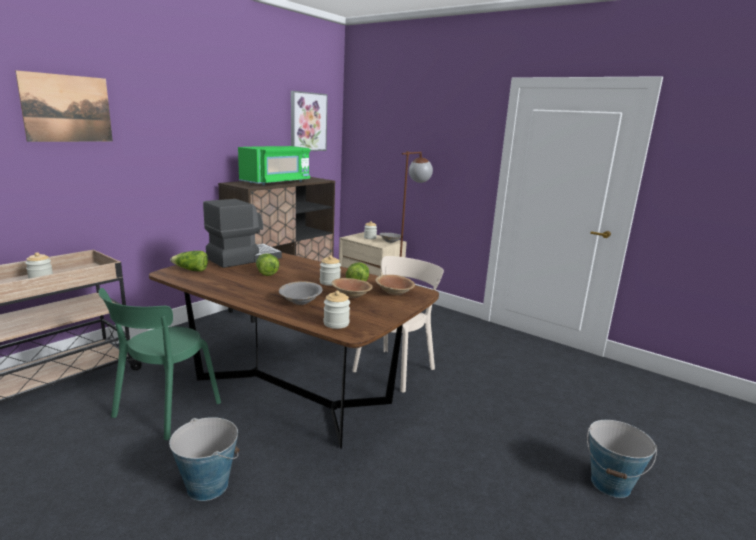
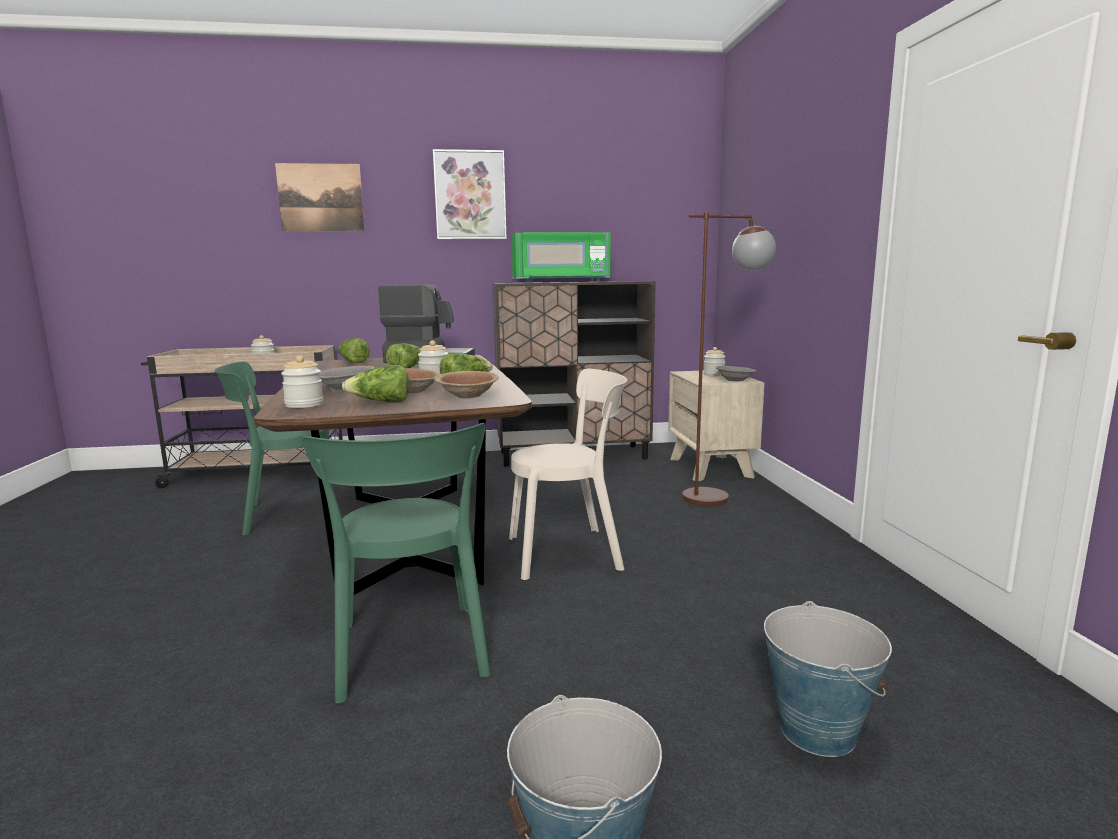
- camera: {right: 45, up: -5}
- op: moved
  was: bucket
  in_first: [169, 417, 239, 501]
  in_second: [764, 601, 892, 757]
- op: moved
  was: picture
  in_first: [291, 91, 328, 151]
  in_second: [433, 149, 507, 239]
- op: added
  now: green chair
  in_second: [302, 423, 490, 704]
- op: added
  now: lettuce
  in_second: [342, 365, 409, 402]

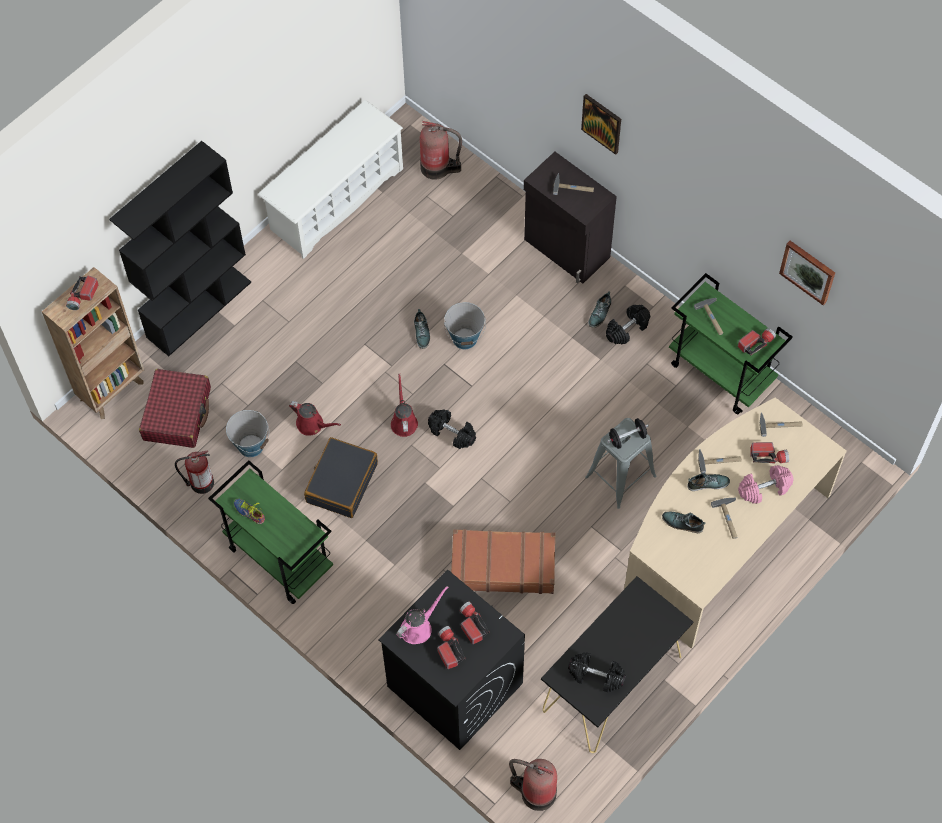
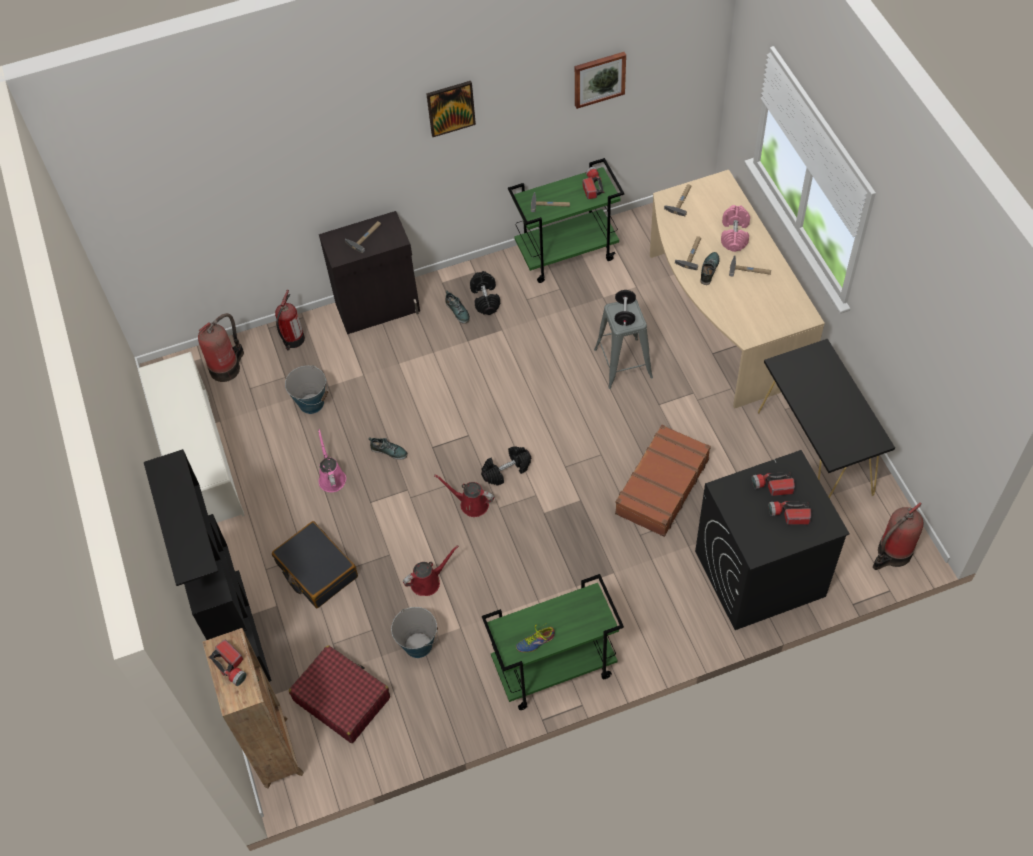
- camera: {right: -60, up: -5}
- op: moved
  was: fire extinguisher
  in_first: [175, 450, 214, 494]
  in_second: [275, 290, 305, 351]
- op: moved
  was: black suitcase
  in_first: [304, 437, 378, 518]
  in_second: [272, 521, 358, 608]
- op: moved
  was: pink watering can
  in_first: [396, 586, 448, 644]
  in_second: [318, 429, 346, 492]
- op: moved
  was: bucket
  in_first: [444, 302, 486, 349]
  in_second: [285, 365, 328, 414]
- op: removed
  was: black dumbbell
  in_first: [568, 652, 626, 692]
- op: moved
  was: picture
  in_first: [581, 94, 621, 155]
  in_second: [426, 81, 476, 137]
- op: removed
  was: shoe
  in_first: [662, 512, 705, 533]
- op: removed
  was: flashlight
  in_first: [751, 442, 789, 464]

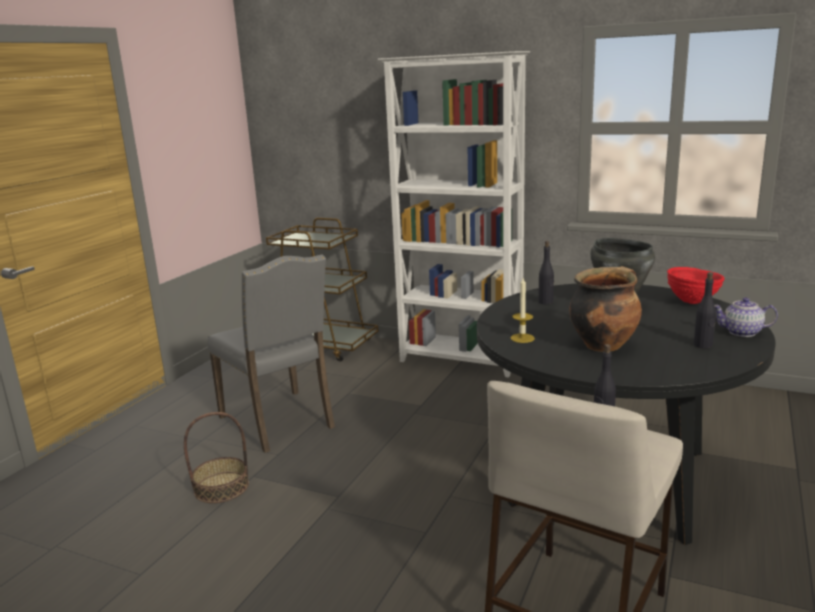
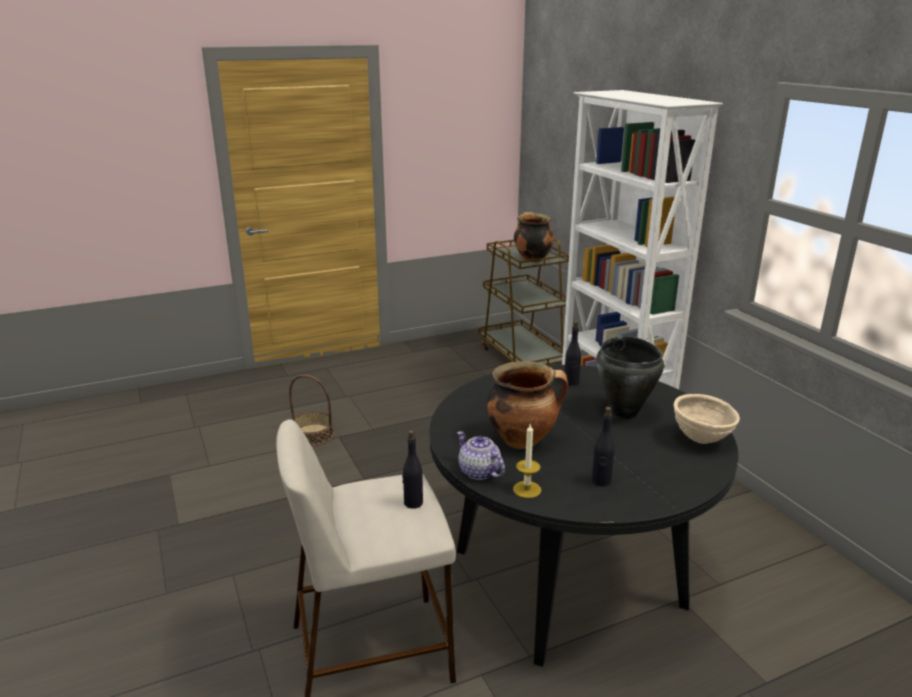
- camera: {right: 40, up: 5}
- op: removed
  was: grey chair
  in_first: [207, 254, 335, 453]
- op: moved
  was: candle
  in_first: [510, 278, 535, 343]
  in_second: [513, 424, 541, 498]
- op: recoloured
  was: red bowl
  now: beige bowl
  in_first: [667, 267, 724, 304]
  in_second: [674, 394, 740, 444]
- op: moved
  was: teapot
  in_first: [715, 297, 778, 337]
  in_second: [457, 431, 505, 480]
- op: added
  now: cooking pot
  in_second: [514, 212, 554, 262]

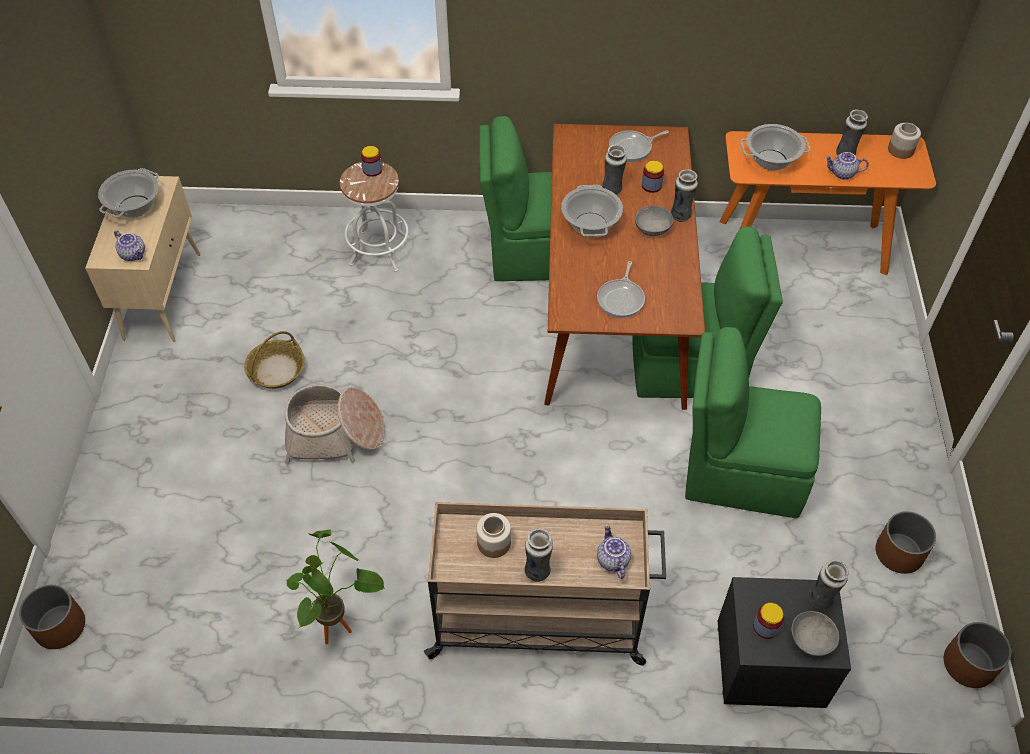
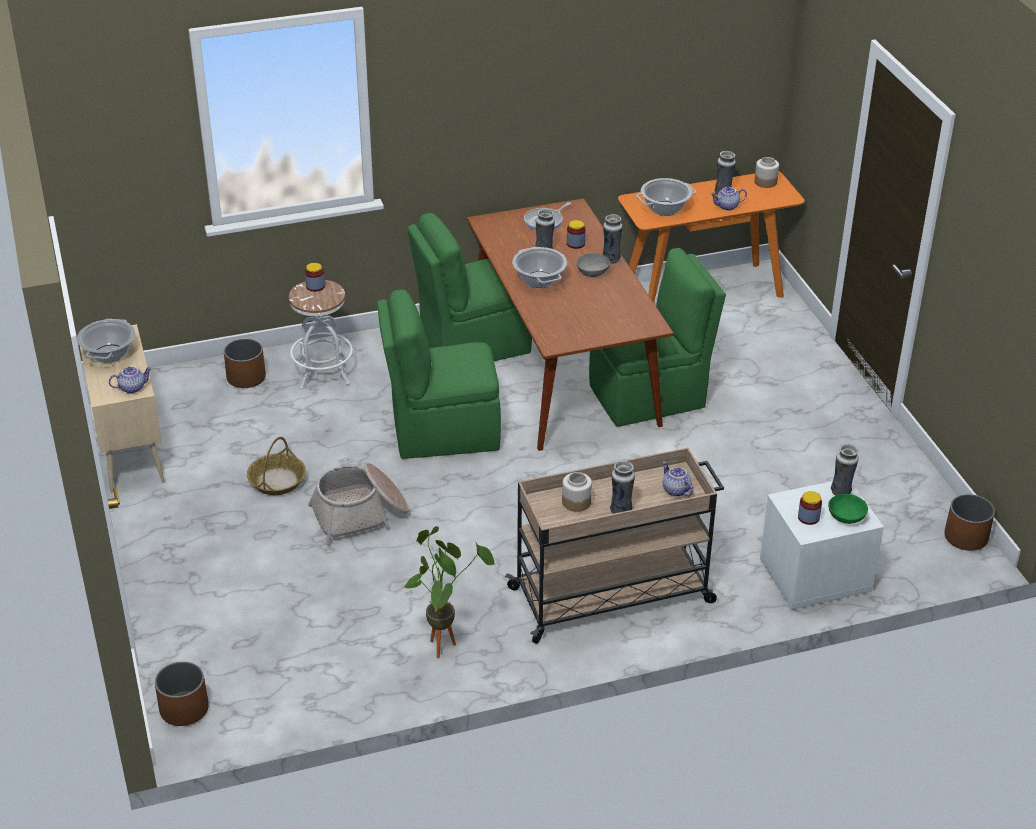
- camera: {right: -20, up: -15}
- op: turned
  was: teapot
  in_first: [114, 230, 145, 261]
  in_second: [109, 366, 152, 393]
  clockwise: -45
- op: removed
  was: frying pan
  in_first: [597, 261, 645, 318]
- op: moved
  was: green chair
  in_first: [685, 327, 821, 518]
  in_second: [377, 289, 501, 459]
- op: recoloured
  was: black nightstand
  now: white nightstand
  in_first: [717, 577, 851, 708]
  in_second: [760, 481, 884, 610]
- op: recoloured
  was: grey bowl
  now: green bowl
  in_first: [791, 611, 839, 656]
  in_second: [828, 494, 868, 524]
- op: moved
  was: brown planter
  in_first: [876, 511, 936, 574]
  in_second: [224, 339, 266, 388]

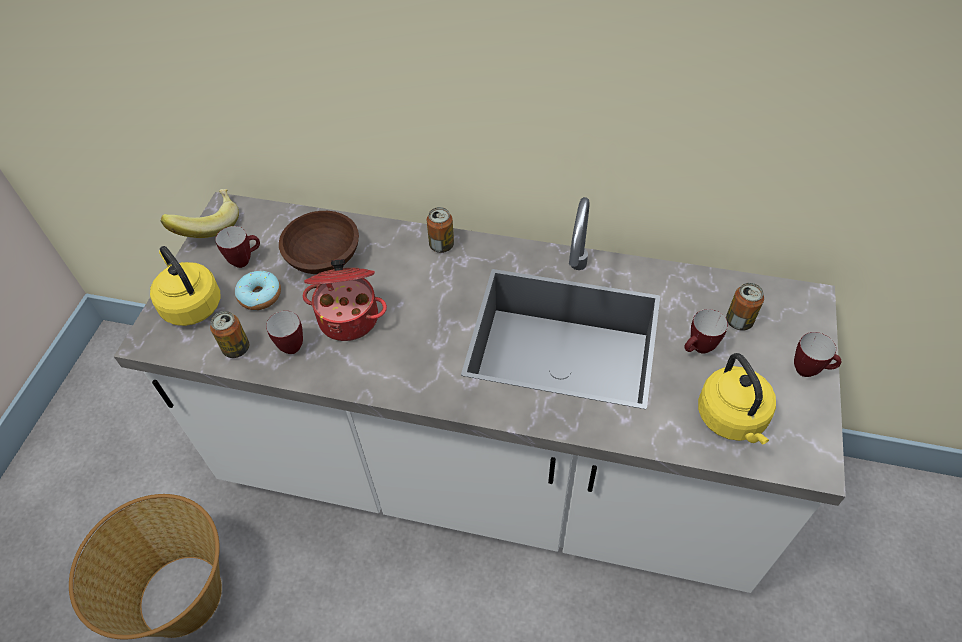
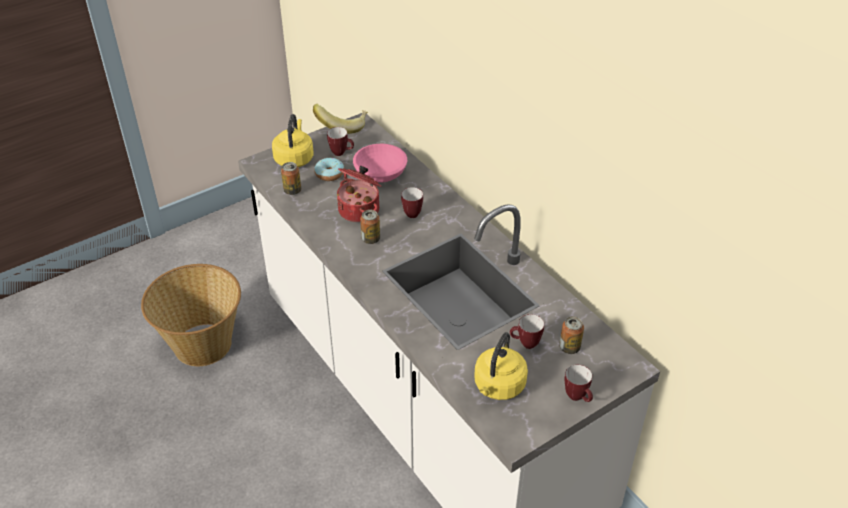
- camera: {right: 40, up: -10}
- op: moved
  was: mug
  in_first: [266, 311, 303, 354]
  in_second: [401, 187, 423, 218]
- op: recoloured
  was: brown bowl
  now: pink bowl
  in_first: [279, 211, 359, 274]
  in_second: [353, 144, 407, 183]
- op: moved
  was: can
  in_first: [427, 207, 454, 253]
  in_second: [360, 209, 380, 244]

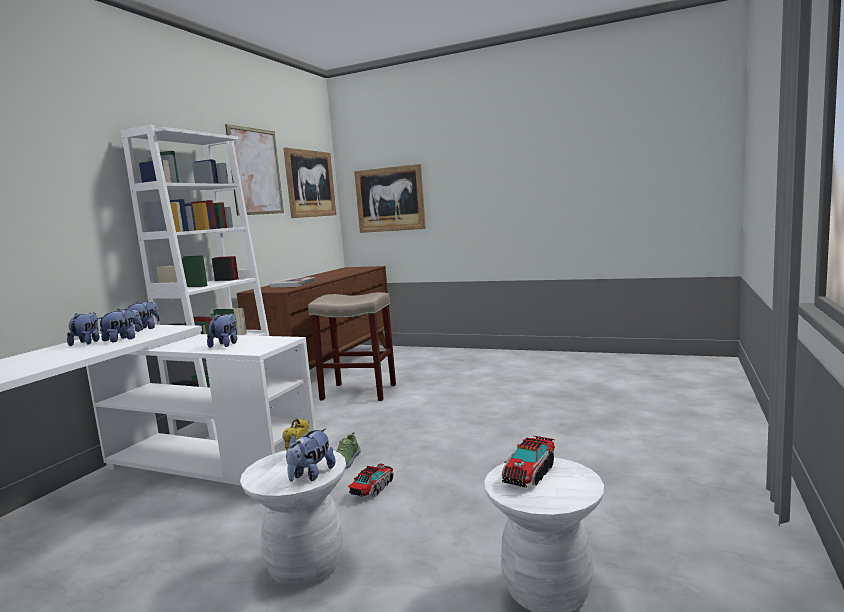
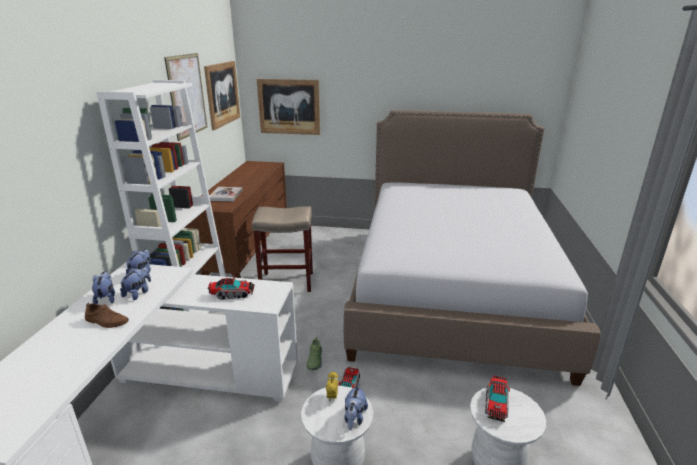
- camera: {right: -15, up: 15}
- op: replaced
  was: plush toy
  now: toy truck
  in_first: [207, 313, 237, 348]
  in_second: [207, 277, 255, 300]
- op: added
  now: brown shoe
  in_second: [85, 303, 129, 328]
- op: added
  now: bed
  in_second: [344, 110, 601, 386]

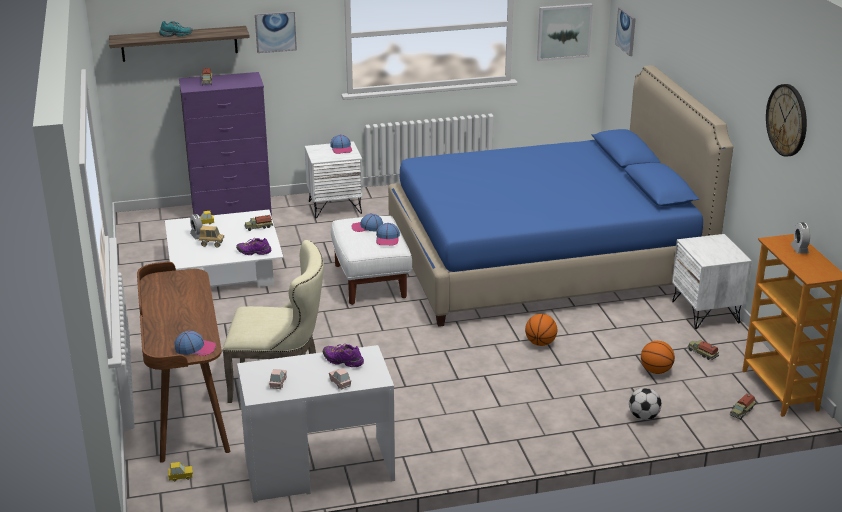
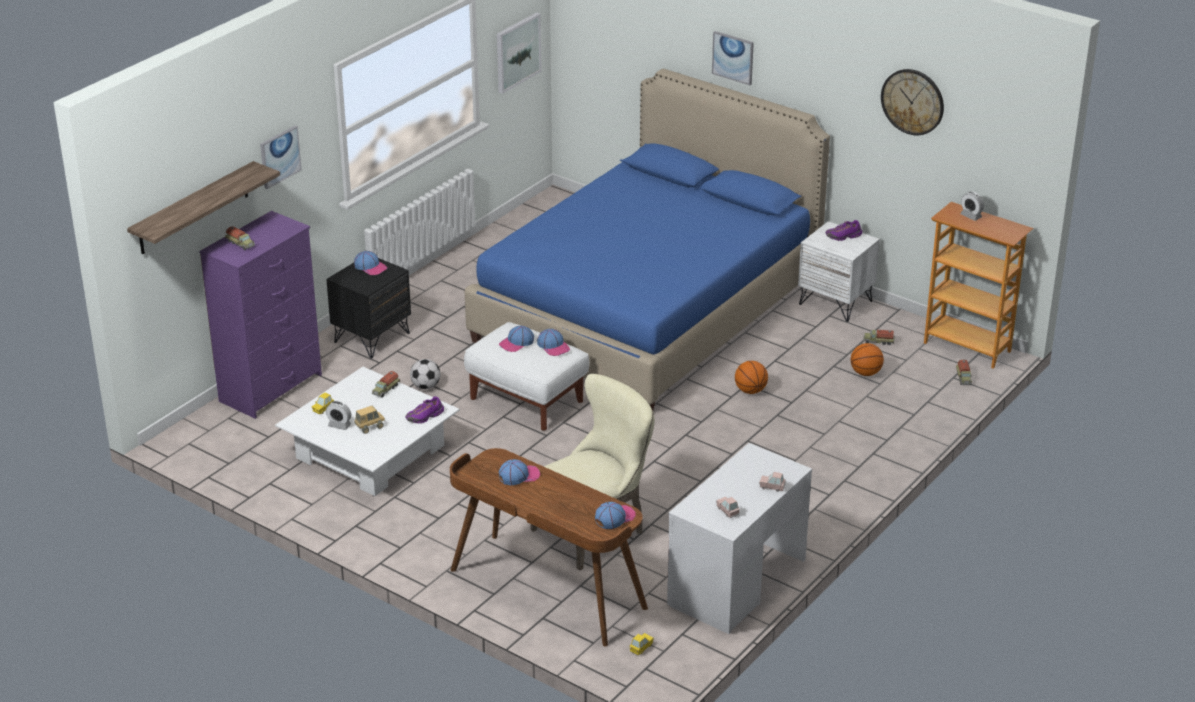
- camera: {right: -40, up: 5}
- op: removed
  was: turquoise shoe
  in_first: [159, 21, 193, 37]
- op: recoloured
  was: white nightstand
  now: black nightstand
  in_first: [305, 141, 363, 219]
  in_second: [326, 258, 411, 358]
- op: moved
  was: purple shoe
  in_first: [323, 344, 364, 367]
  in_second: [826, 220, 862, 241]
- op: moved
  was: picture
  in_first: [615, 7, 636, 56]
  in_second: [712, 31, 754, 85]
- op: moved
  was: football
  in_first: [629, 388, 662, 420]
  in_second: [410, 359, 441, 389]
- op: added
  now: cap
  in_second: [499, 459, 541, 486]

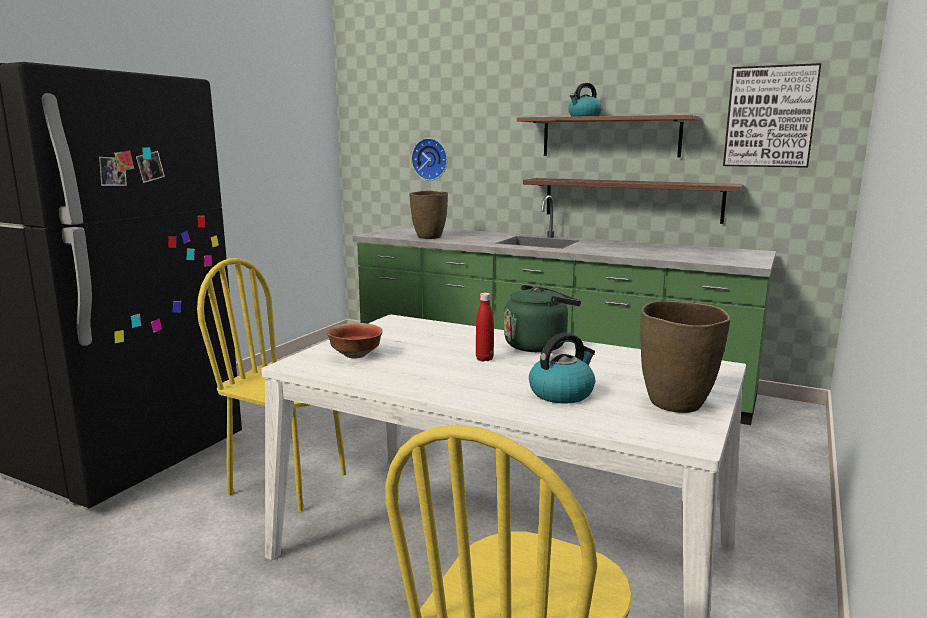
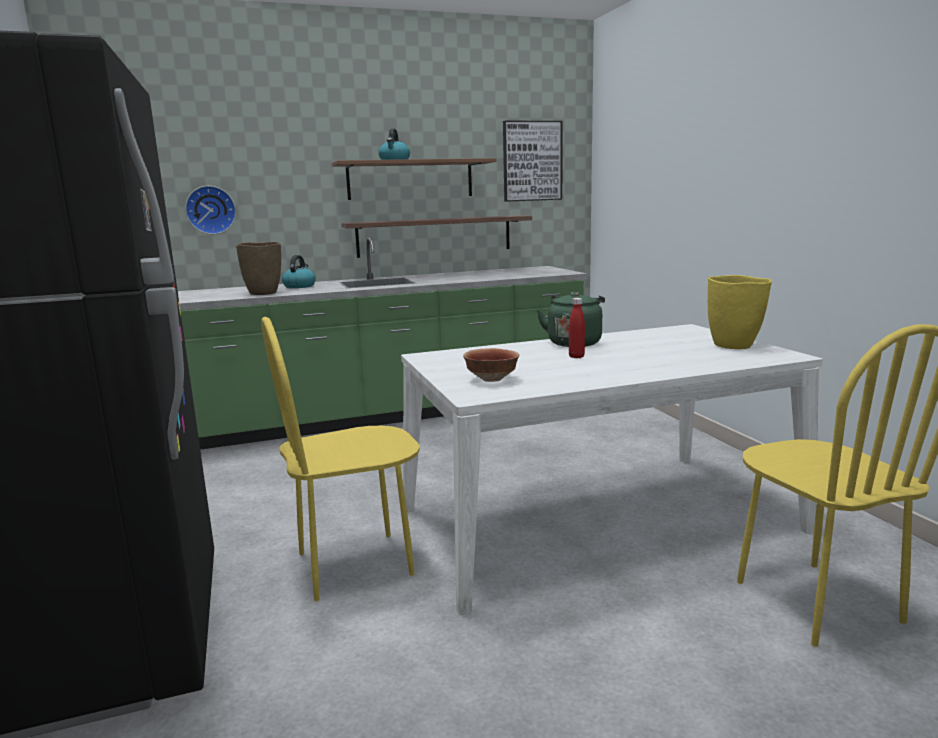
- camera: {right: -45, up: 0}
- op: moved
  was: kettle
  in_first: [529, 333, 595, 403]
  in_second: [282, 255, 316, 288]
- op: recoloured
  was: brown vase
  now: yellow vase
  in_first: [640, 301, 730, 413]
  in_second: [708, 275, 772, 349]

